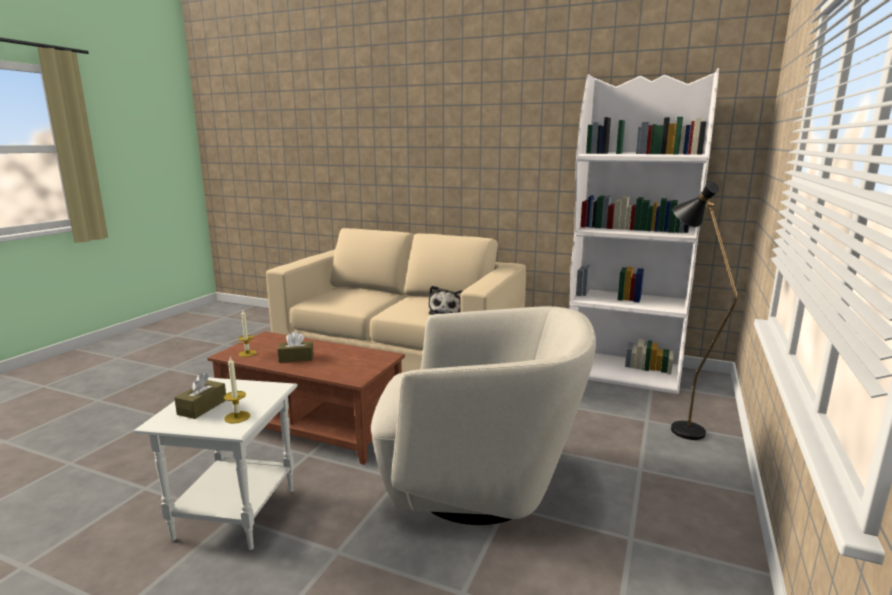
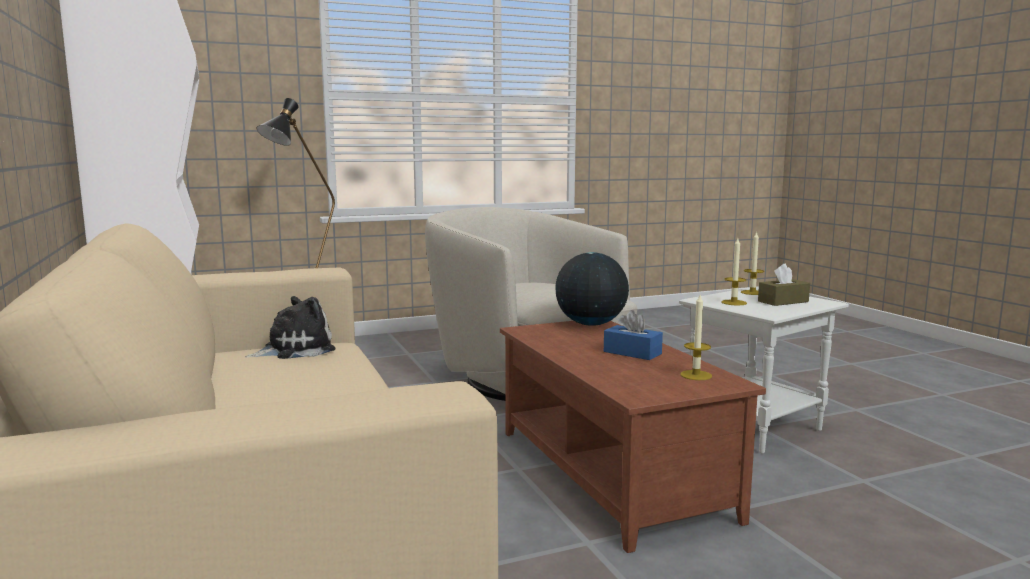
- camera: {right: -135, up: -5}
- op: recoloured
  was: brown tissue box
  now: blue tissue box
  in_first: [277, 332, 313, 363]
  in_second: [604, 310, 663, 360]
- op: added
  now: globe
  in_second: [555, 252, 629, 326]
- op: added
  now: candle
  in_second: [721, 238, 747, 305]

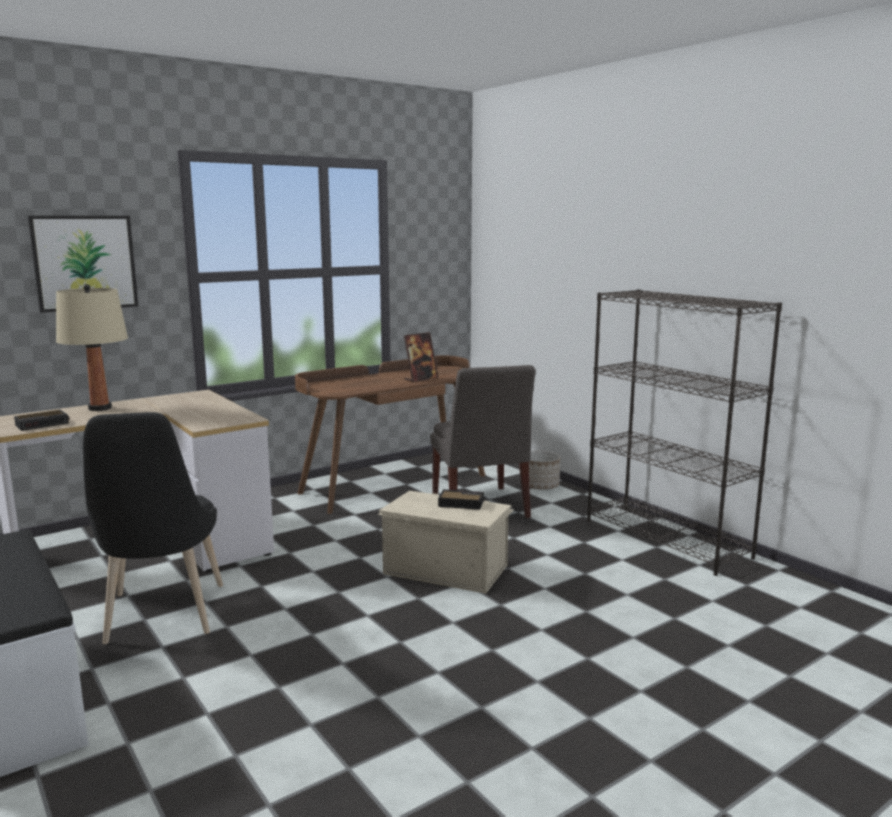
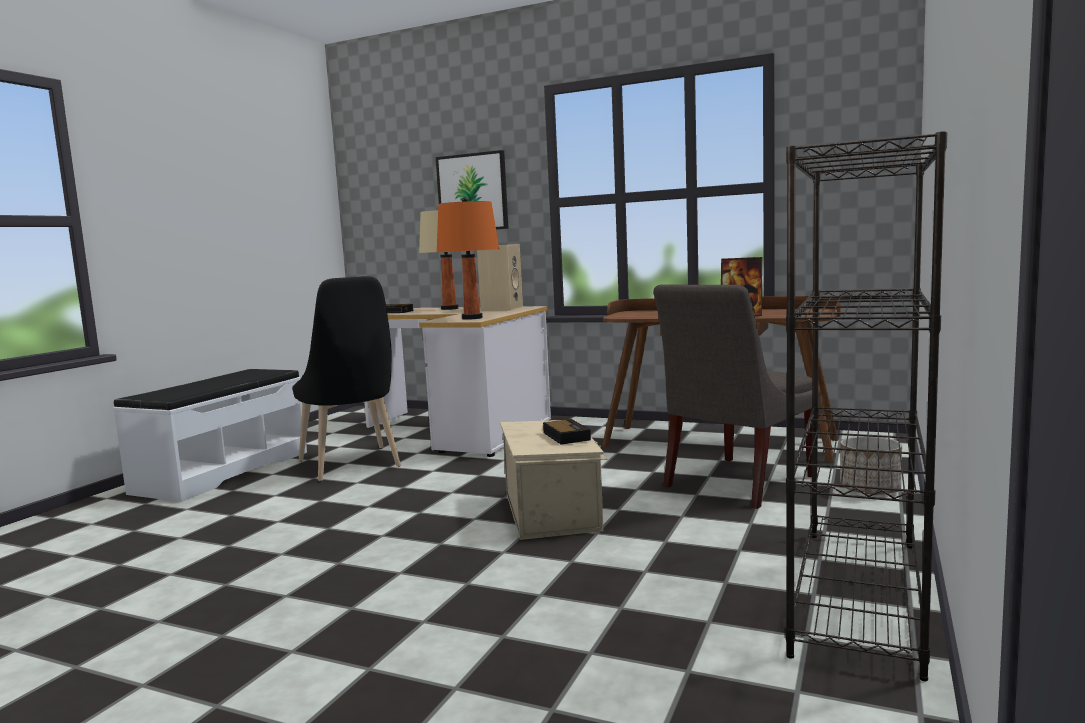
- camera: {right: 60, up: -5}
- op: turned
  was: black chair
  in_first: [83, 412, 223, 644]
  in_second: [292, 276, 401, 481]
  clockwise: -75
- op: added
  now: orange table lamp
  in_second: [437, 197, 499, 320]
- op: added
  now: beige speaker
  in_second: [477, 244, 523, 311]

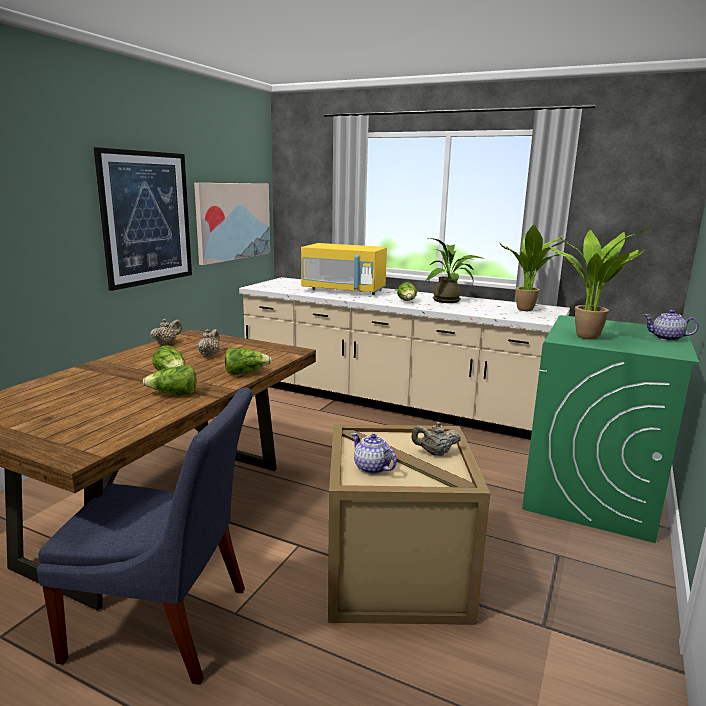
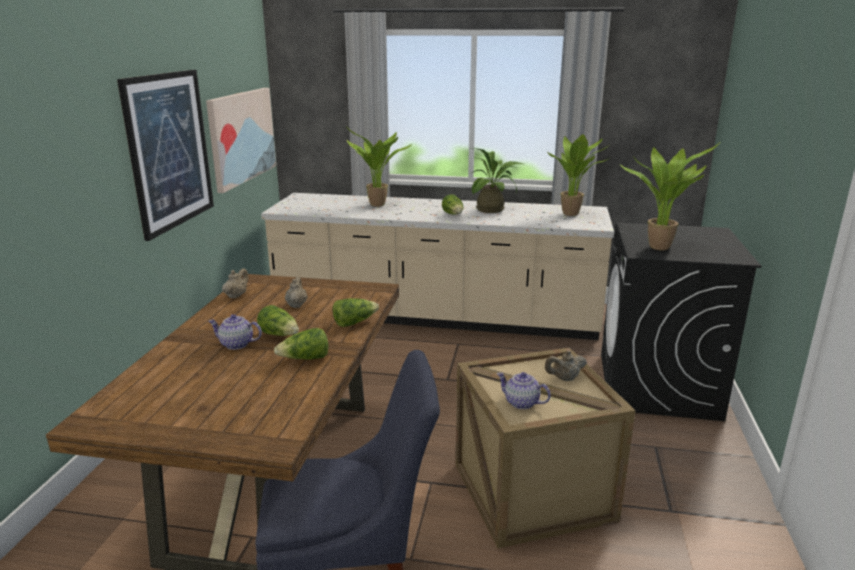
- camera: {right: -15, up: 5}
- op: replaced
  was: yellow microwave
  now: potted plant
  in_first: [301, 243, 387, 295]
  in_second: [346, 126, 412, 207]
- op: recoloured
  was: green washing machine
  now: black washing machine
  in_first: [522, 315, 699, 543]
  in_second: [601, 223, 761, 421]
- op: moved
  was: teapot
  in_first: [644, 310, 699, 341]
  in_second: [208, 314, 262, 350]

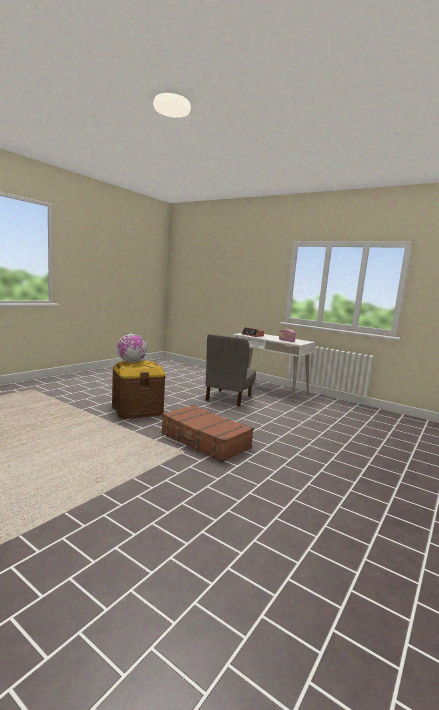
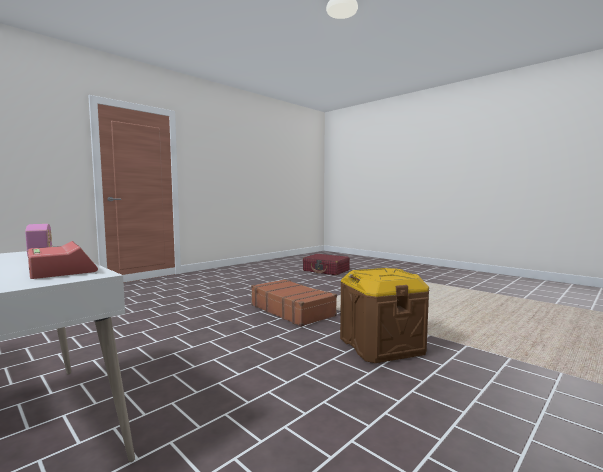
- camera: {right: -170, up: -5}
- op: removed
  was: globe
  in_first: [117, 334, 147, 363]
- op: removed
  was: grey chair
  in_first: [205, 334, 256, 407]
- op: added
  now: red suitcase
  in_second: [303, 254, 350, 275]

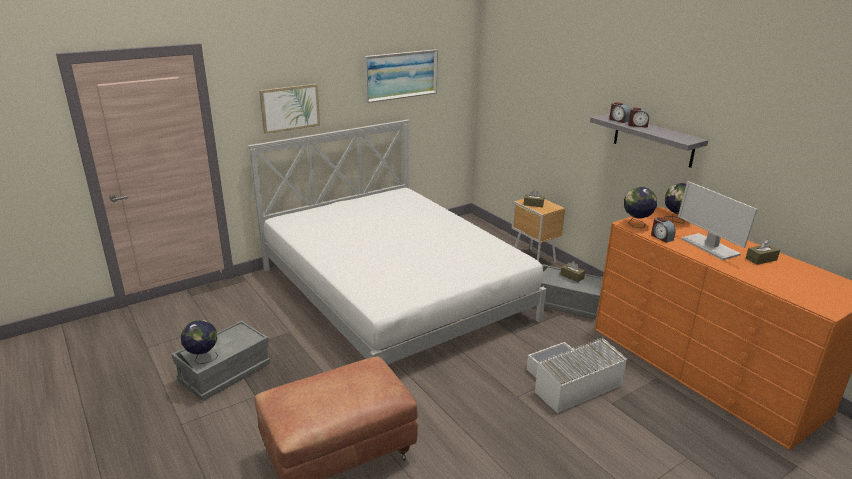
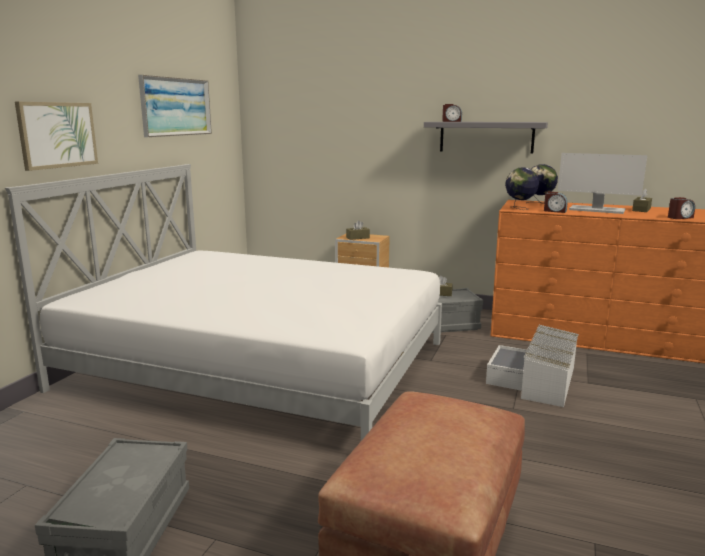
- camera: {right: -35, up: -10}
- op: removed
  was: globe
  in_first: [181, 320, 218, 364]
- op: moved
  was: alarm clock
  in_first: [628, 107, 649, 128]
  in_second: [668, 197, 695, 219]

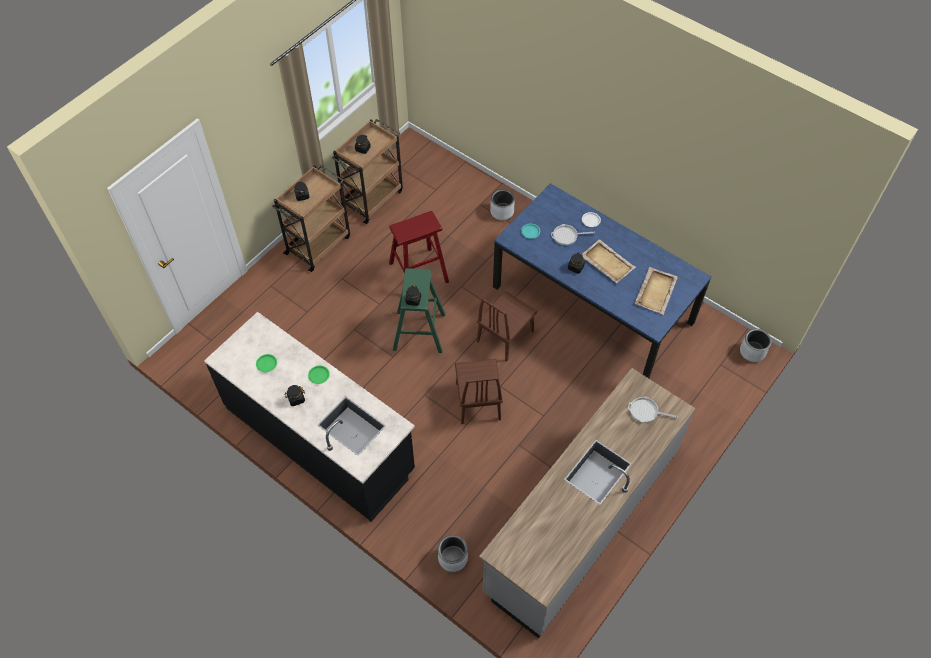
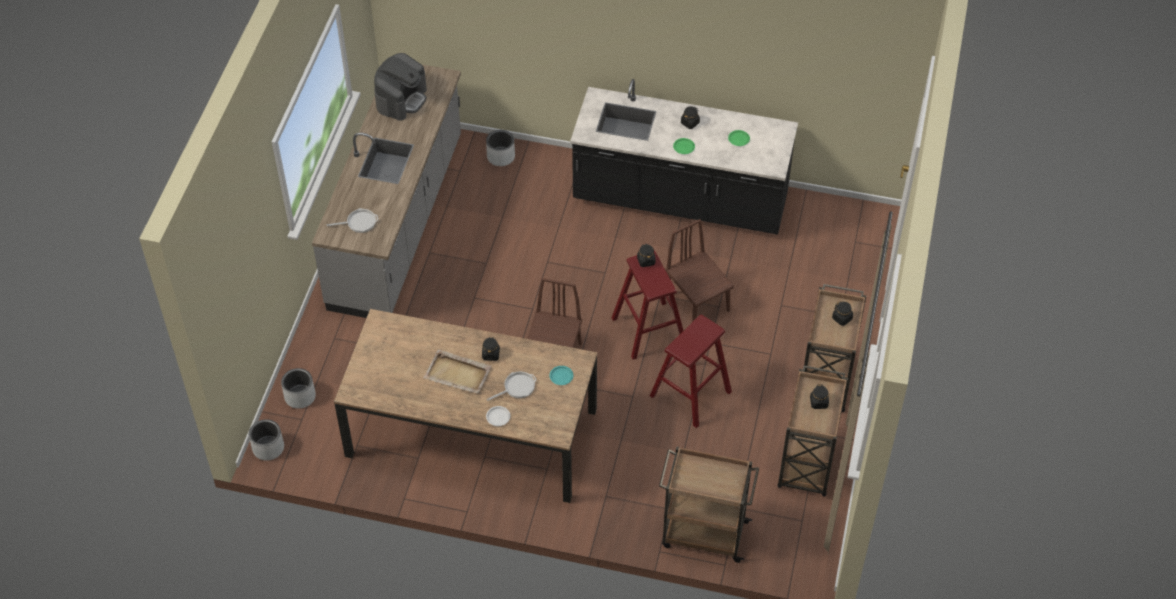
- camera: {right: 155, up: -5}
- op: recoloured
  was: green stool
  now: red stool
  in_first: [393, 268, 445, 353]
  in_second: [612, 251, 684, 360]
- op: moved
  was: brown chair
  in_first: [455, 359, 503, 424]
  in_second: [665, 219, 734, 322]
- op: moved
  was: grey planter
  in_first: [490, 189, 515, 220]
  in_second: [281, 368, 316, 409]
- op: recoloured
  was: blue dining table
  now: brown dining table
  in_first: [493, 183, 711, 378]
  in_second: [334, 309, 597, 503]
- op: removed
  was: beige tray
  in_first: [635, 267, 678, 315]
- op: added
  now: coffee machine
  in_second: [374, 53, 427, 121]
- op: added
  now: brown cart
  in_second: [659, 447, 759, 563]

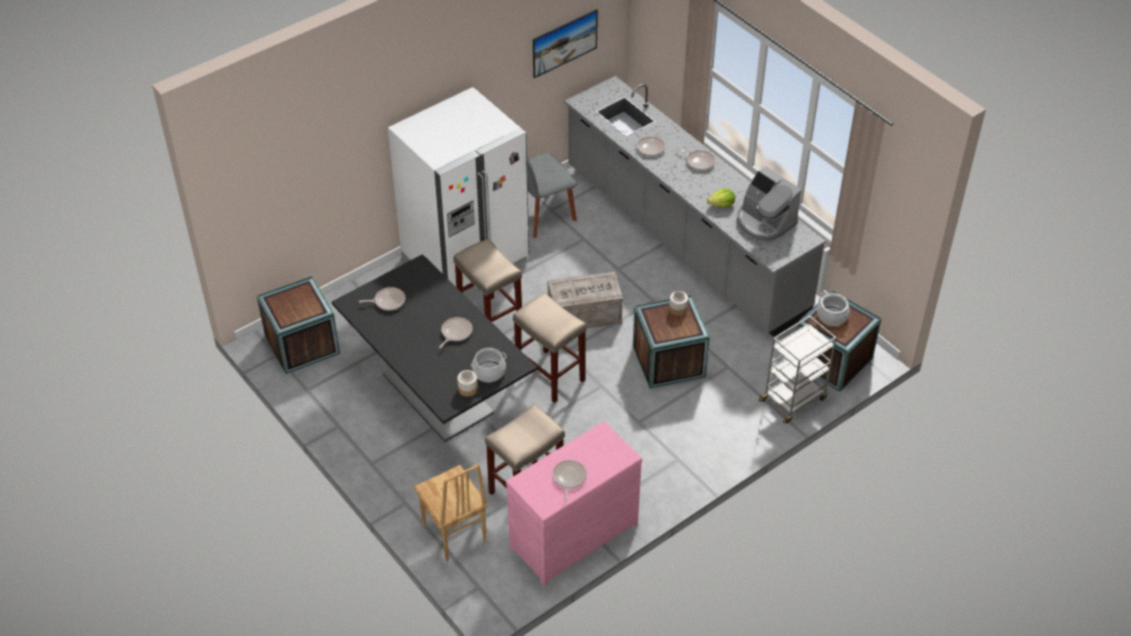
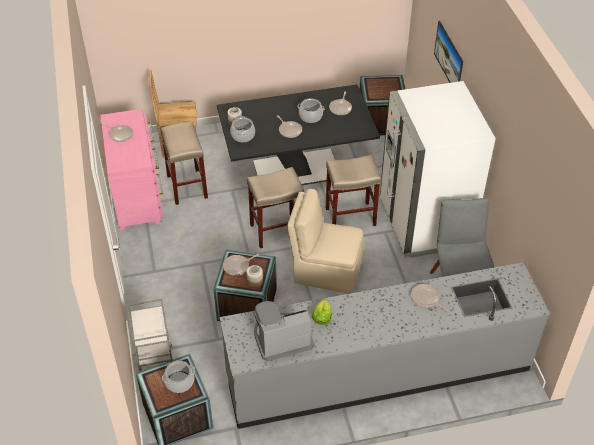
- camera: {right: 115, up: 0}
- op: moved
  was: picture
  in_first: [533, 9, 598, 78]
  in_second: [434, 21, 463, 83]
- op: replaced
  was: crate
  now: beige chair
  in_first: [547, 271, 623, 328]
  in_second: [287, 189, 364, 294]
- op: moved
  was: frying pan
  in_first: [676, 148, 715, 171]
  in_second: [223, 254, 260, 276]
- op: added
  now: cooking pot
  in_second: [297, 98, 325, 123]

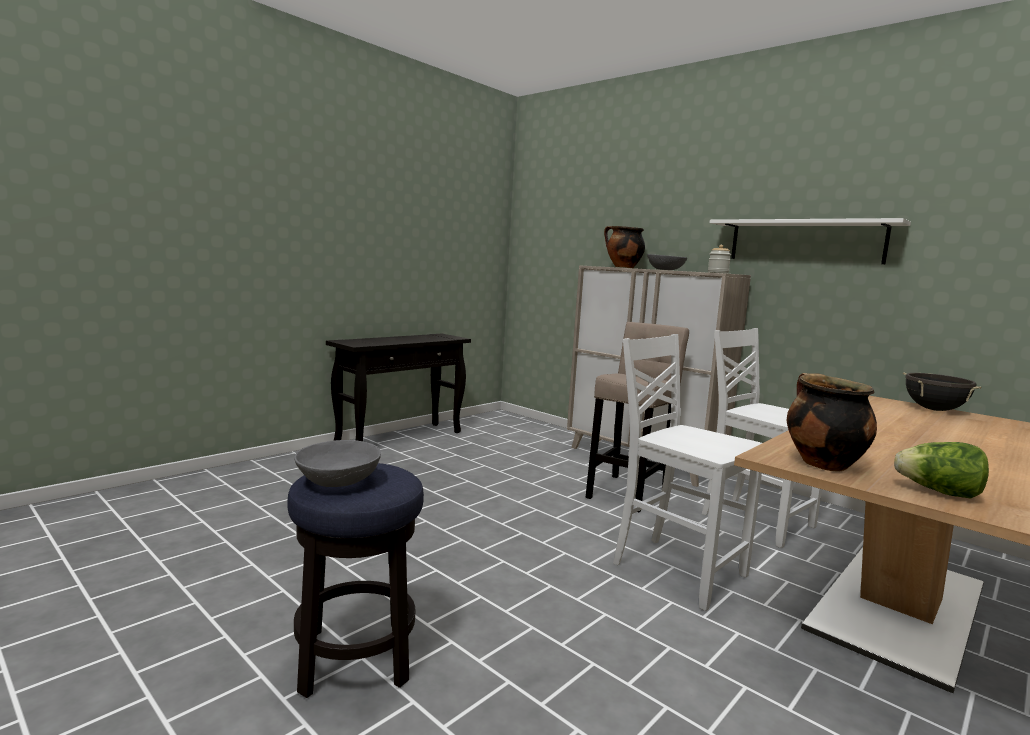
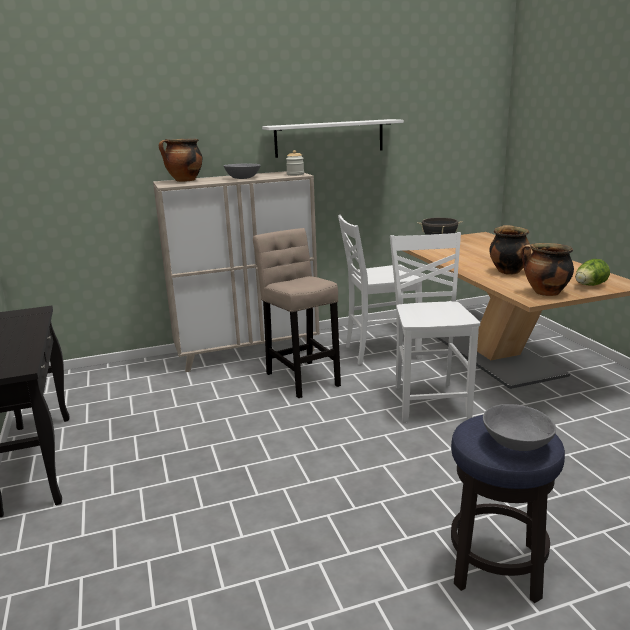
- camera: {right: -60, up: 10}
- op: turned
  was: white chair
  in_first: [613, 334, 762, 611]
  in_second: [390, 232, 480, 422]
  clockwise: 105
- op: added
  now: cooking pot
  in_second: [489, 225, 531, 275]

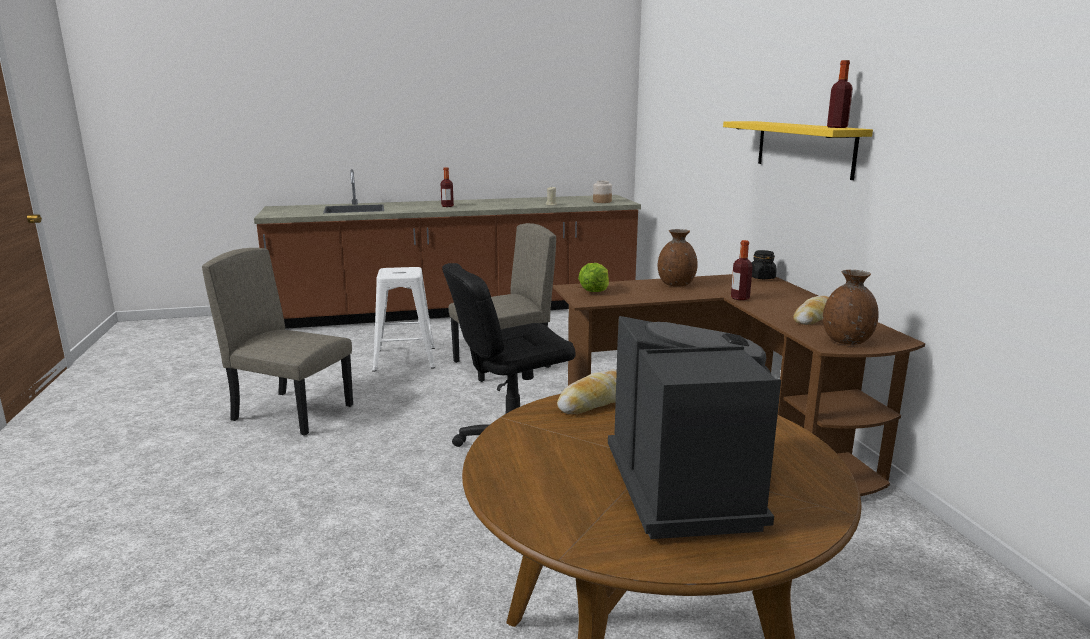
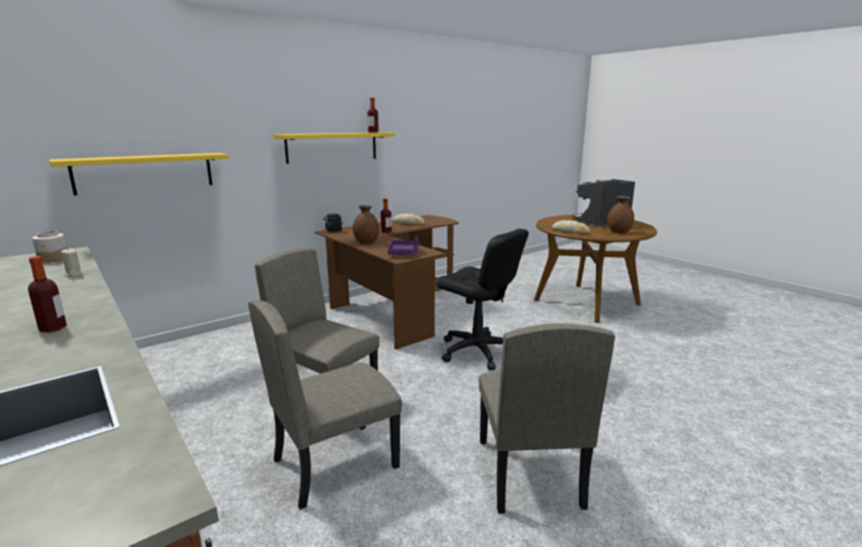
- camera: {right: -115, up: 0}
- op: replaced
  was: white stool
  now: beige chair
  in_first: [372, 267, 435, 372]
  in_second: [248, 300, 402, 510]
- op: replaced
  was: lettuce
  now: purple tray
  in_first: [578, 263, 609, 292]
  in_second: [388, 236, 419, 255]
- op: moved
  was: brown vase
  in_first: [823, 270, 879, 345]
  in_second: [607, 196, 634, 233]
- op: added
  now: yellow shelf
  in_second: [49, 153, 229, 196]

